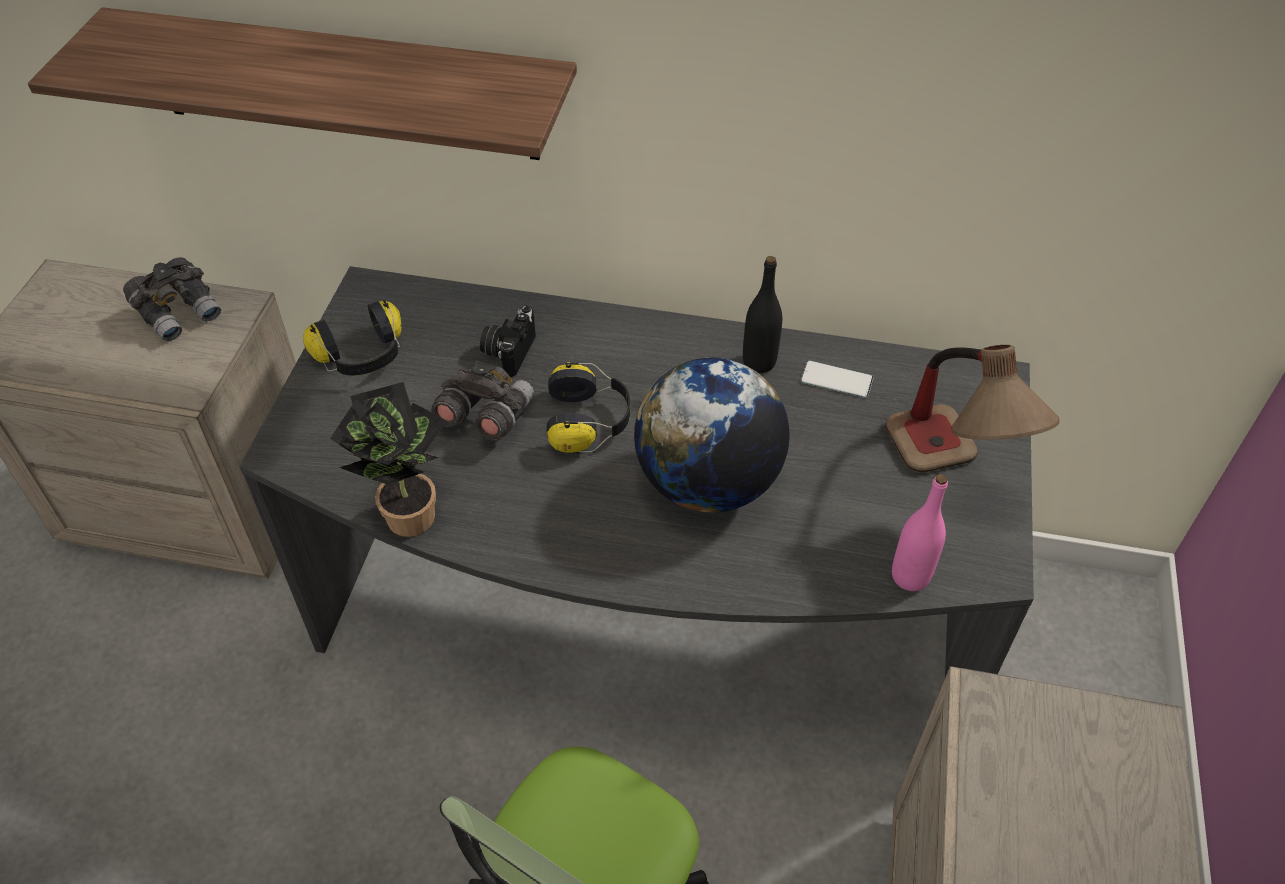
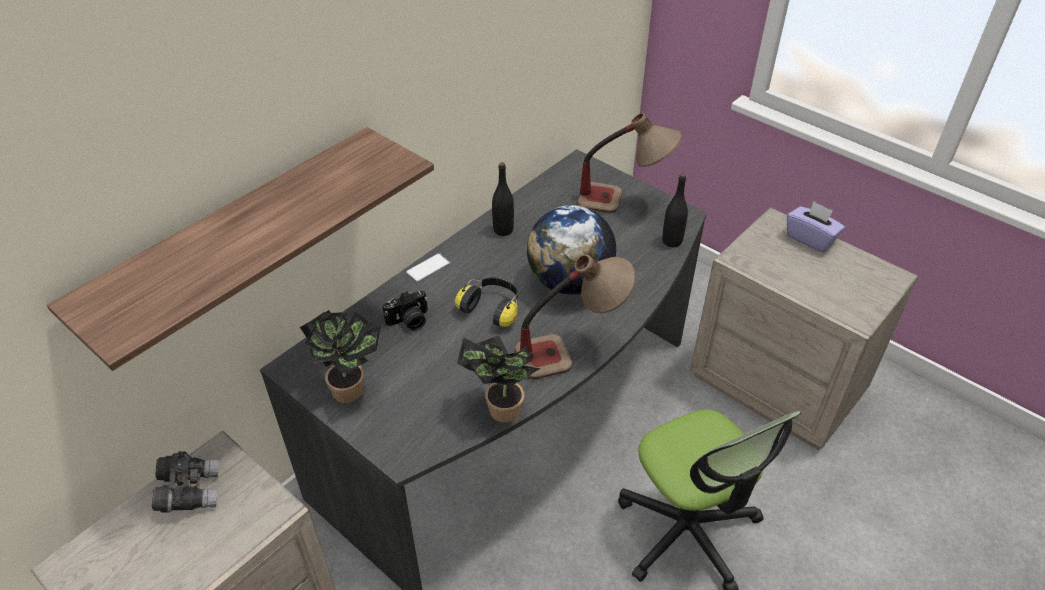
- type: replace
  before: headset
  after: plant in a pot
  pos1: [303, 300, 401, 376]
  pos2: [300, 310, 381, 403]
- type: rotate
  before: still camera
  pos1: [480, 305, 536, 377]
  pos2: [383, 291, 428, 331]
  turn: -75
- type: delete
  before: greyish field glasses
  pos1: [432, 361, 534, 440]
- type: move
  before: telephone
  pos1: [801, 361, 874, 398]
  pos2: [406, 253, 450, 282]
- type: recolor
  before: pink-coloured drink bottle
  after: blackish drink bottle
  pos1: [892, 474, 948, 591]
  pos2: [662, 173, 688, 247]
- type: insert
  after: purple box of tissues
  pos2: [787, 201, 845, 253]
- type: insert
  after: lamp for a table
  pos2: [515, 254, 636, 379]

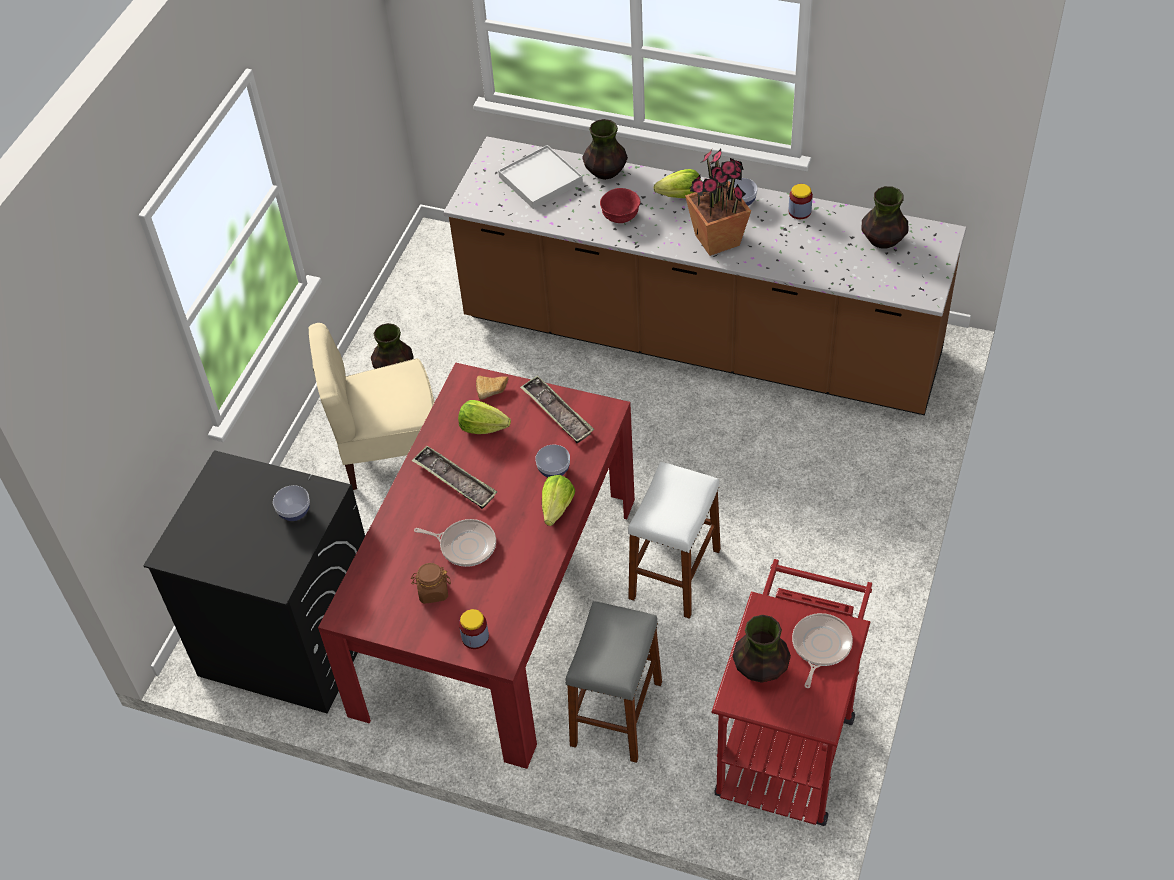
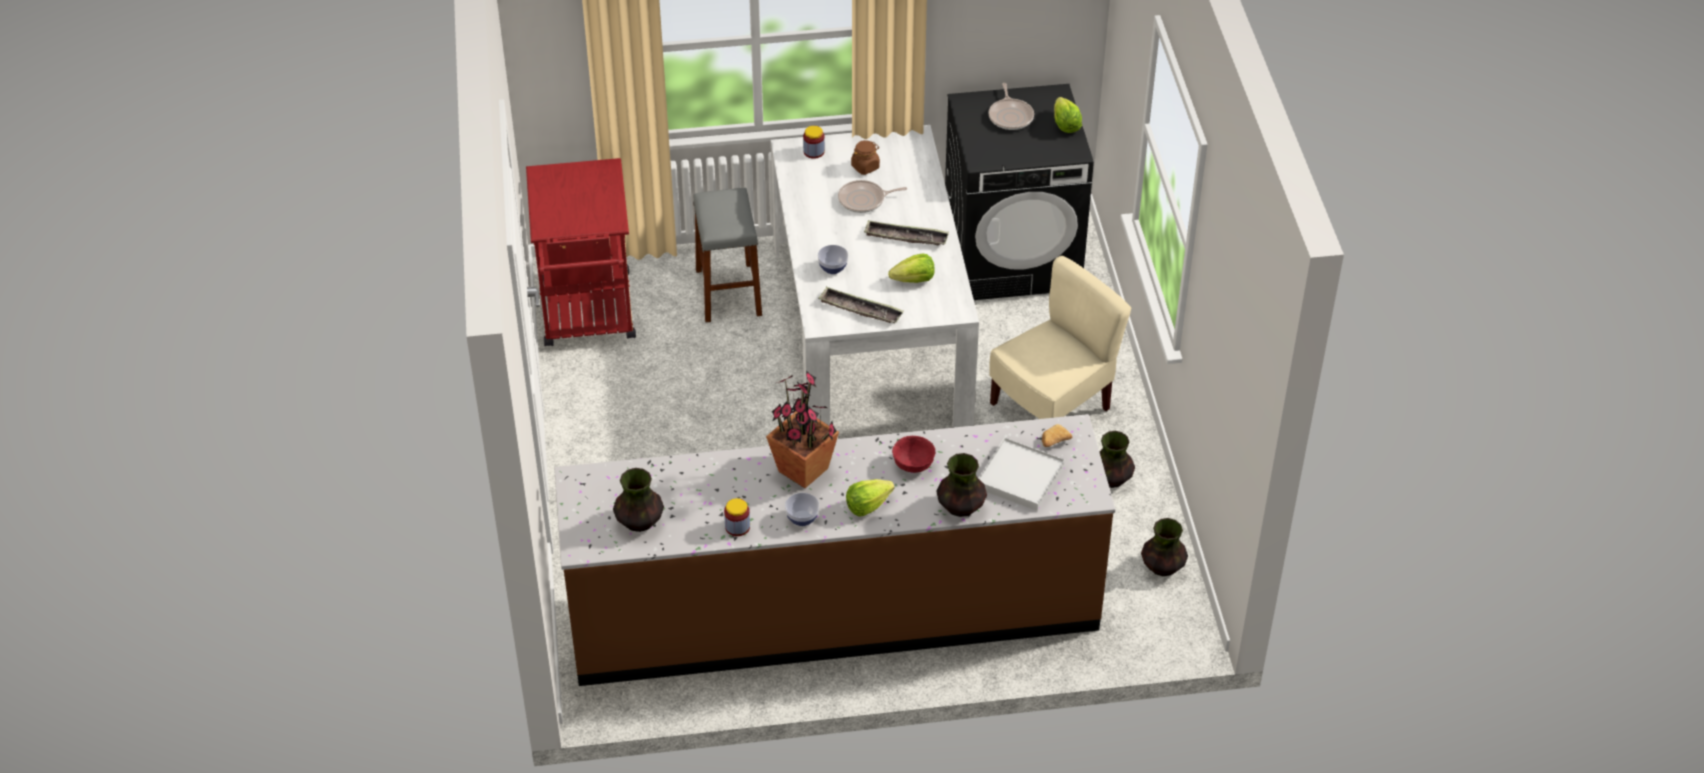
- type: recolor
  before: reddish dining table
  after: whitish dining table
  pos1: [318, 362, 635, 769]
  pos2: [770, 125, 979, 428]
- type: move
  before: bakery bread
  pos1: [476, 376, 508, 400]
  pos2: [1042, 424, 1072, 447]
- type: delete
  before: whitish sitting stool
  pos1: [628, 462, 721, 619]
- type: move
  before: lettuce
  pos1: [542, 475, 575, 526]
  pos2: [1054, 97, 1082, 133]
- type: delete
  before: serving bowl
  pos1: [273, 485, 310, 521]
- type: move
  before: pan
  pos1: [792, 613, 853, 688]
  pos2: [988, 83, 1034, 130]
- type: move
  before: decorative vase
  pos1: [733, 615, 791, 683]
  pos2: [1141, 518, 1188, 576]

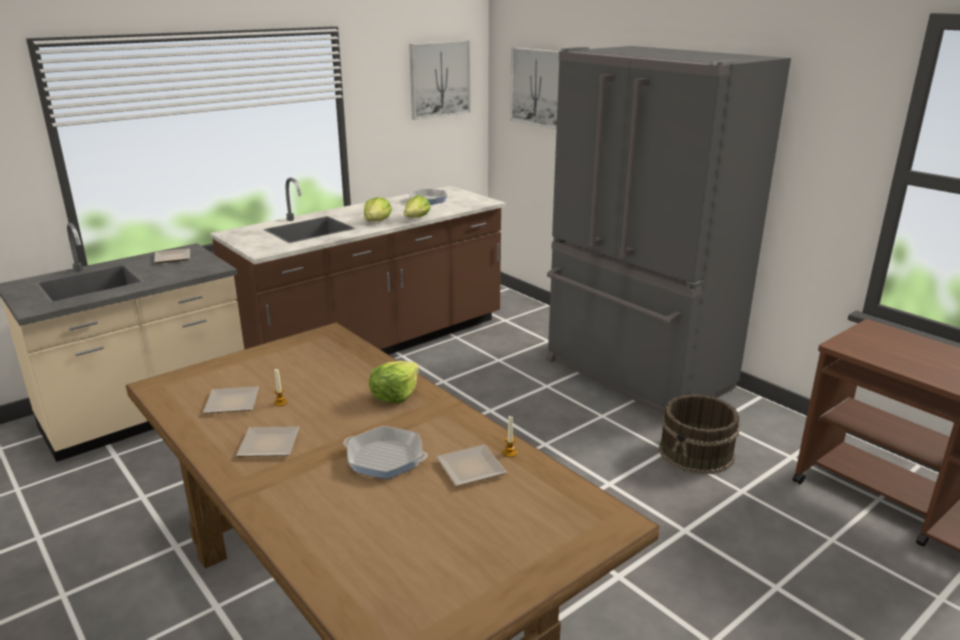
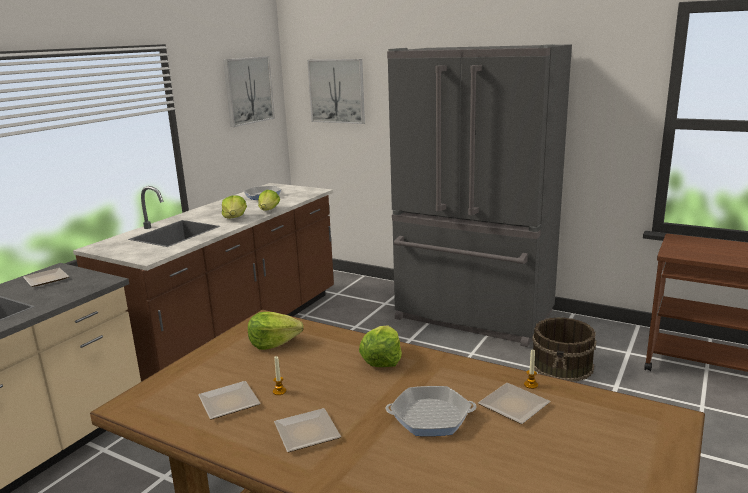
- type: insert
  after: lettuce
  pos2: [248, 312, 304, 350]

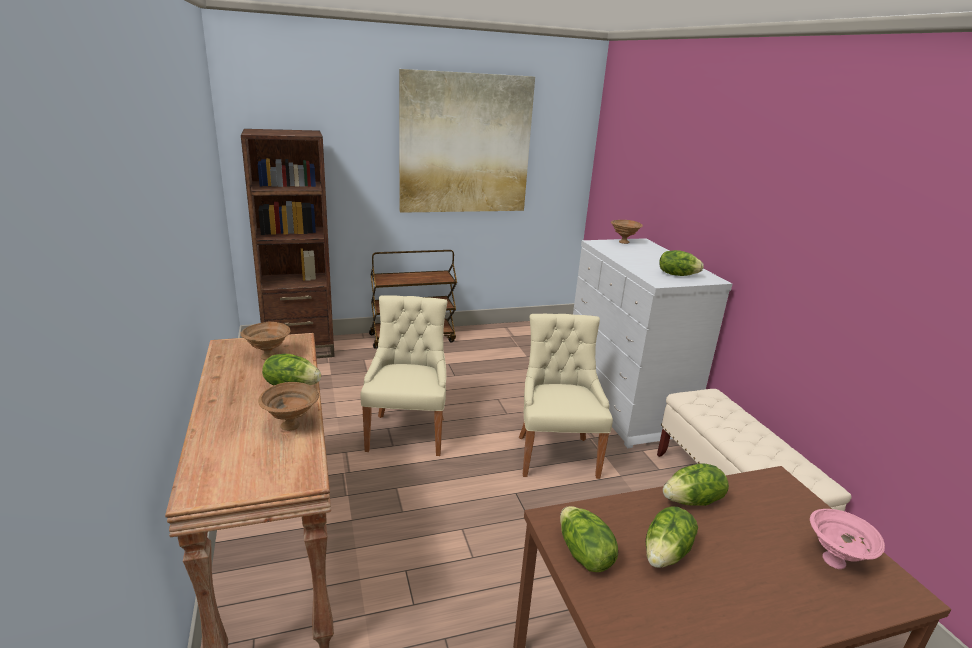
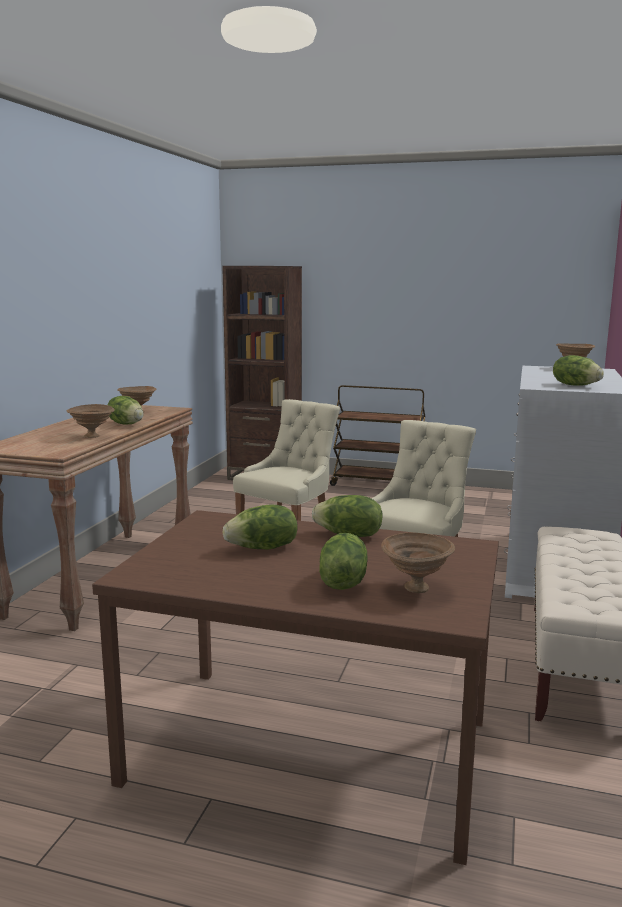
- type: delete
  before: wall art
  pos1: [399, 69, 535, 213]
- type: move
  before: lettuce
  pos1: [560, 506, 618, 572]
  pos2: [319, 533, 368, 590]
- type: recolor
  before: pink-coloured serving bowl
  after: brown serving bowl
  pos1: [810, 509, 885, 569]
  pos2: [381, 532, 455, 593]

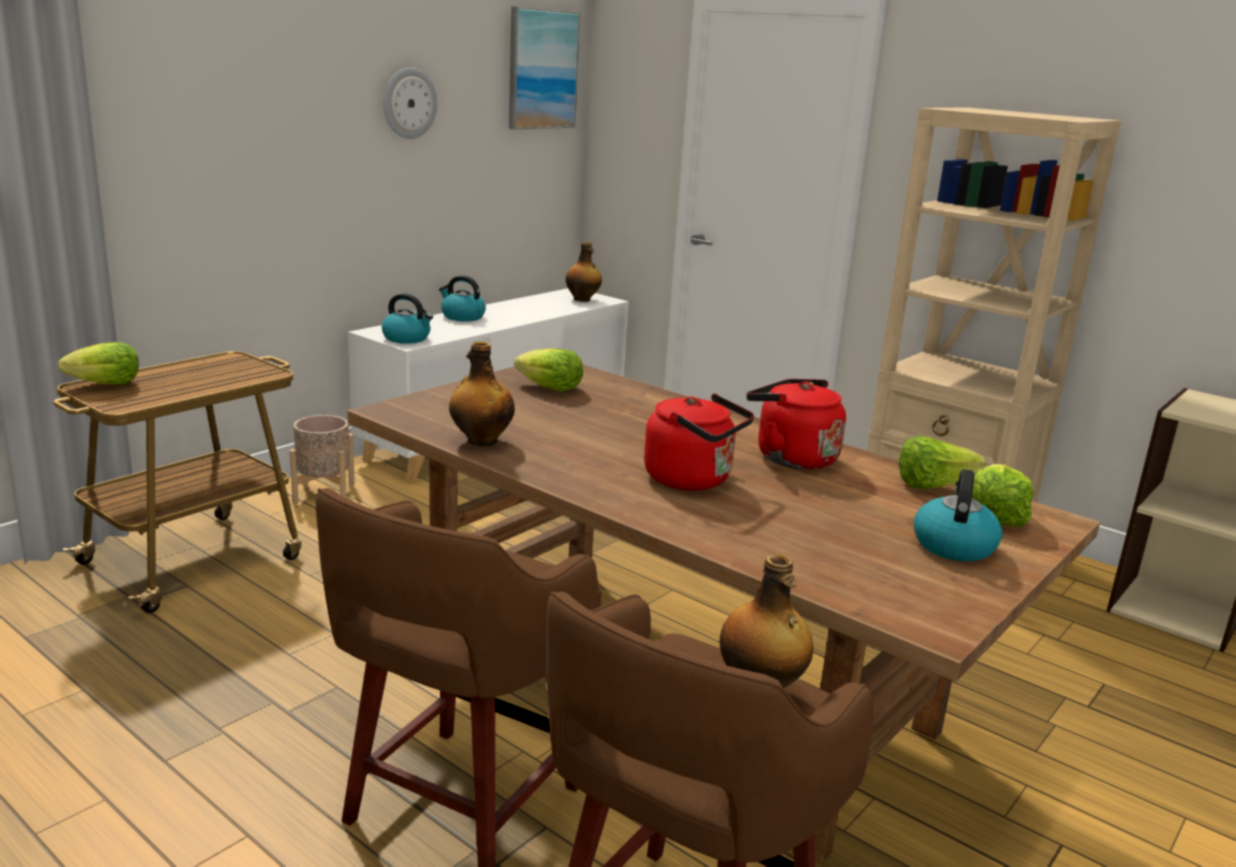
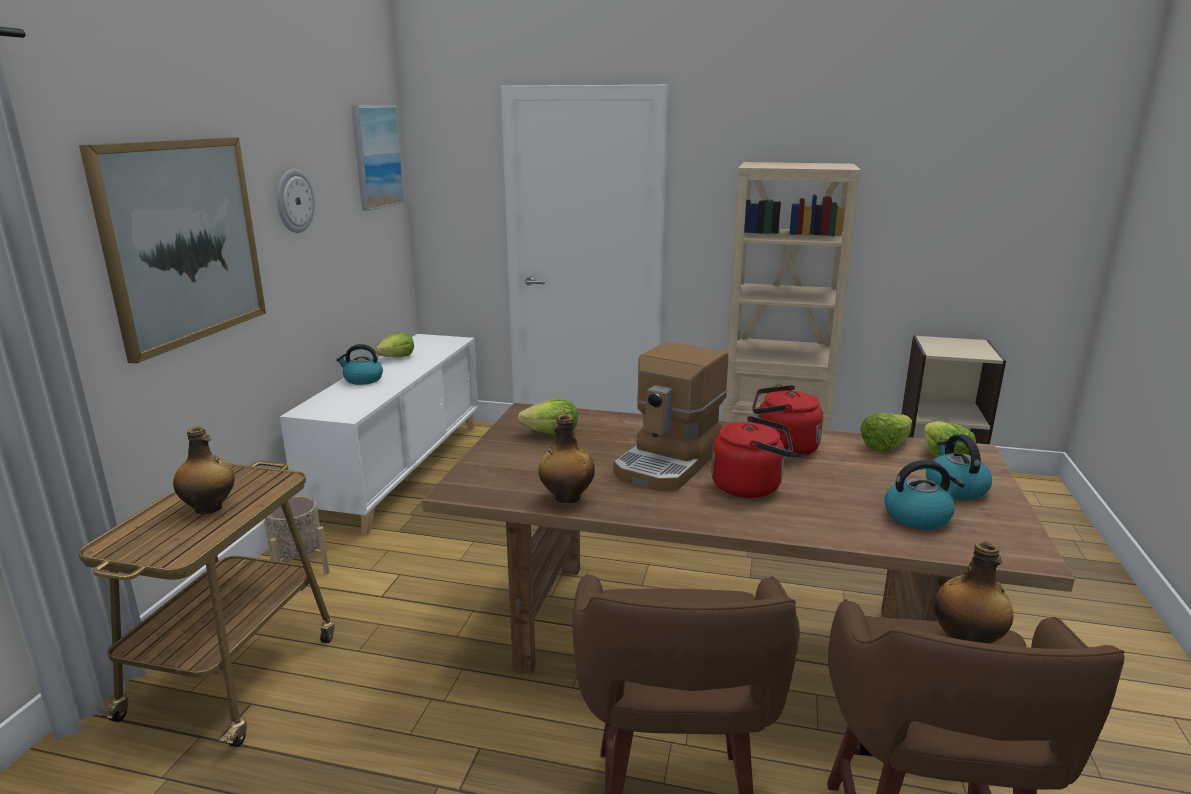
- type: move
  before: drink bottle
  pos1: [566, 242, 602, 302]
  pos2: [173, 426, 235, 514]
- type: move
  before: water kettle
  pos1: [382, 293, 433, 344]
  pos2: [885, 460, 965, 530]
- type: move
  before: lettuce
  pos1: [58, 342, 139, 384]
  pos2: [374, 333, 414, 357]
- type: insert
  after: wall art
  pos2: [79, 137, 266, 364]
- type: insert
  after: coffee maker
  pos2: [614, 342, 728, 491]

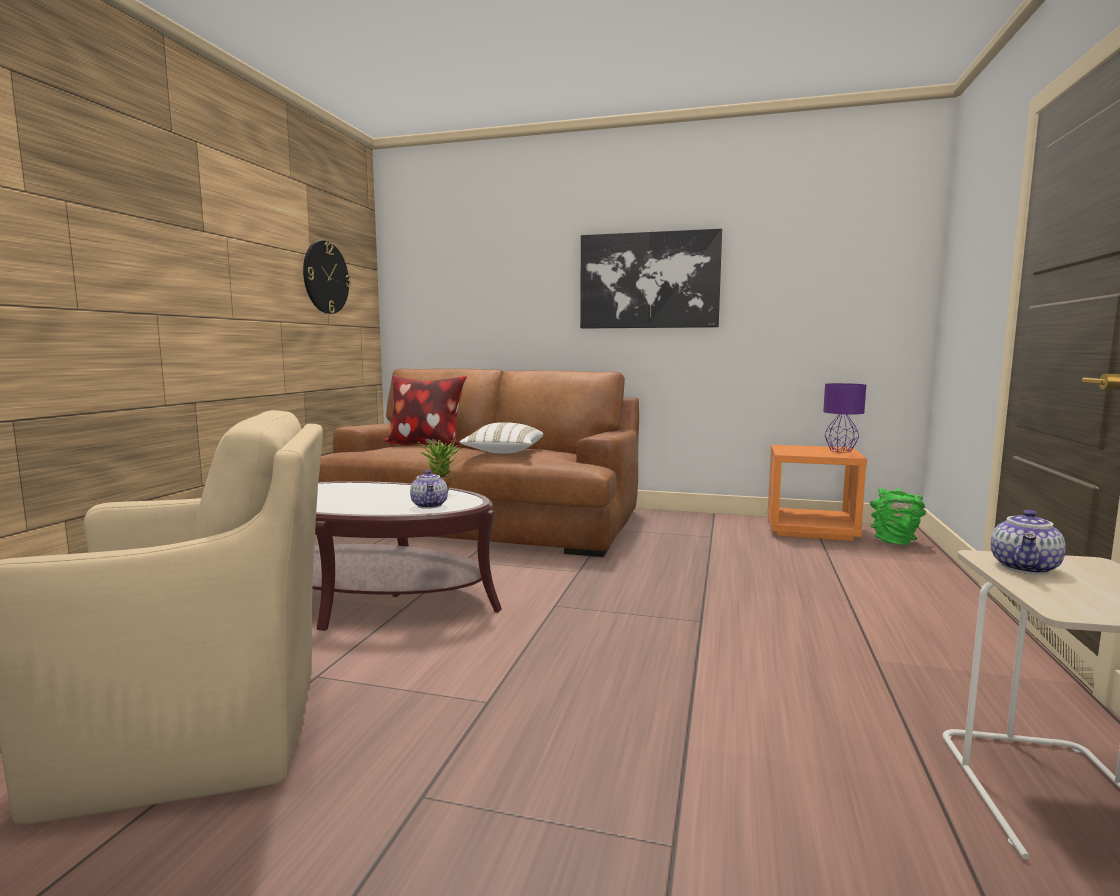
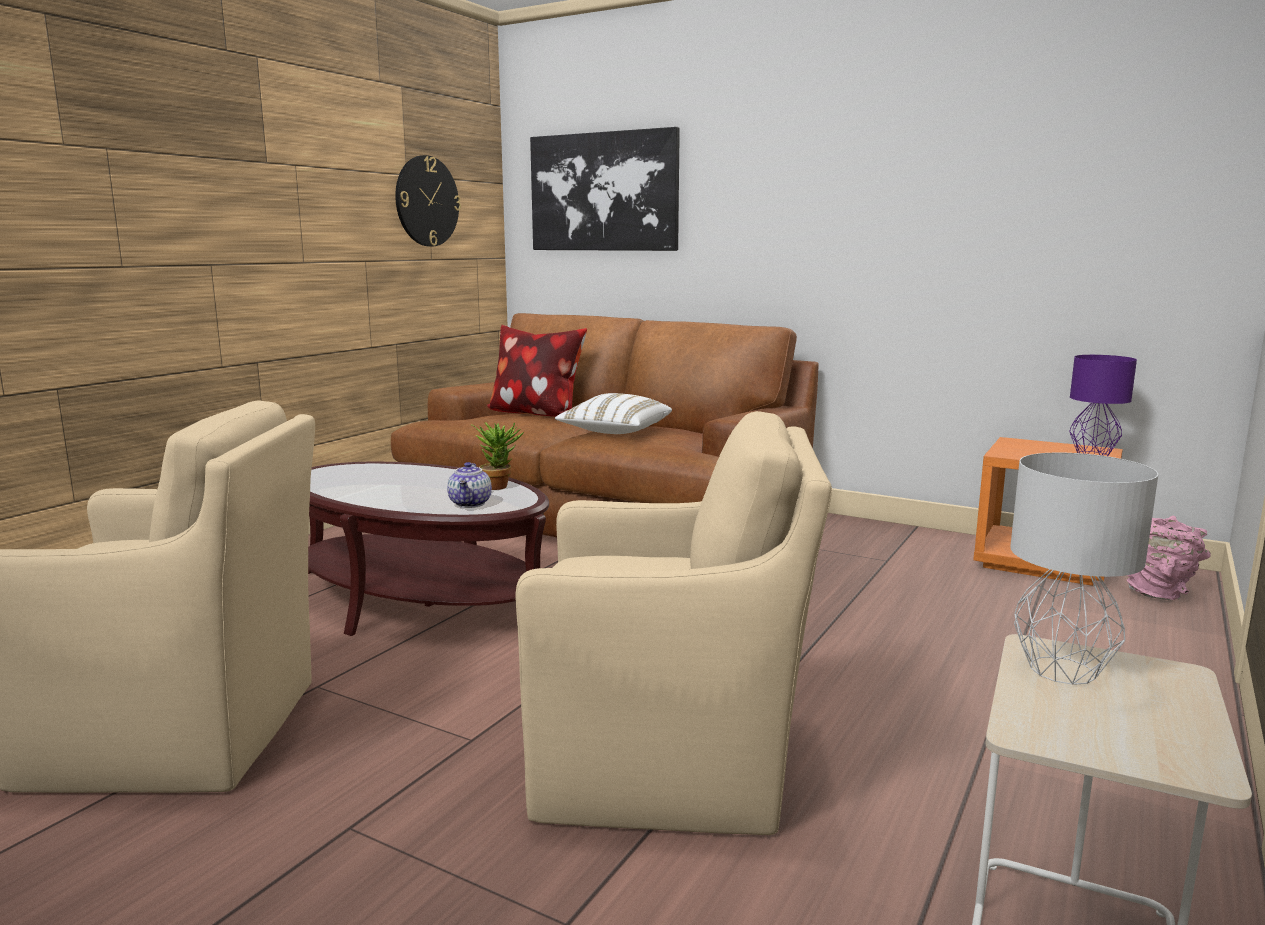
- type: move
  before: wall art
  pos1: [580, 228, 722, 329]
  pos2: [530, 127, 680, 251]
- type: recolor
  before: greenish decorative vase
  after: pink-coloured decorative vase
  pos1: [870, 488, 926, 546]
  pos2: [1127, 516, 1211, 600]
- type: replace
  before: teapot
  after: greyish lamp for a table
  pos1: [991, 510, 1066, 575]
  pos2: [1010, 452, 1158, 685]
- type: insert
  after: beige lounge chair
  pos2: [516, 411, 832, 835]

